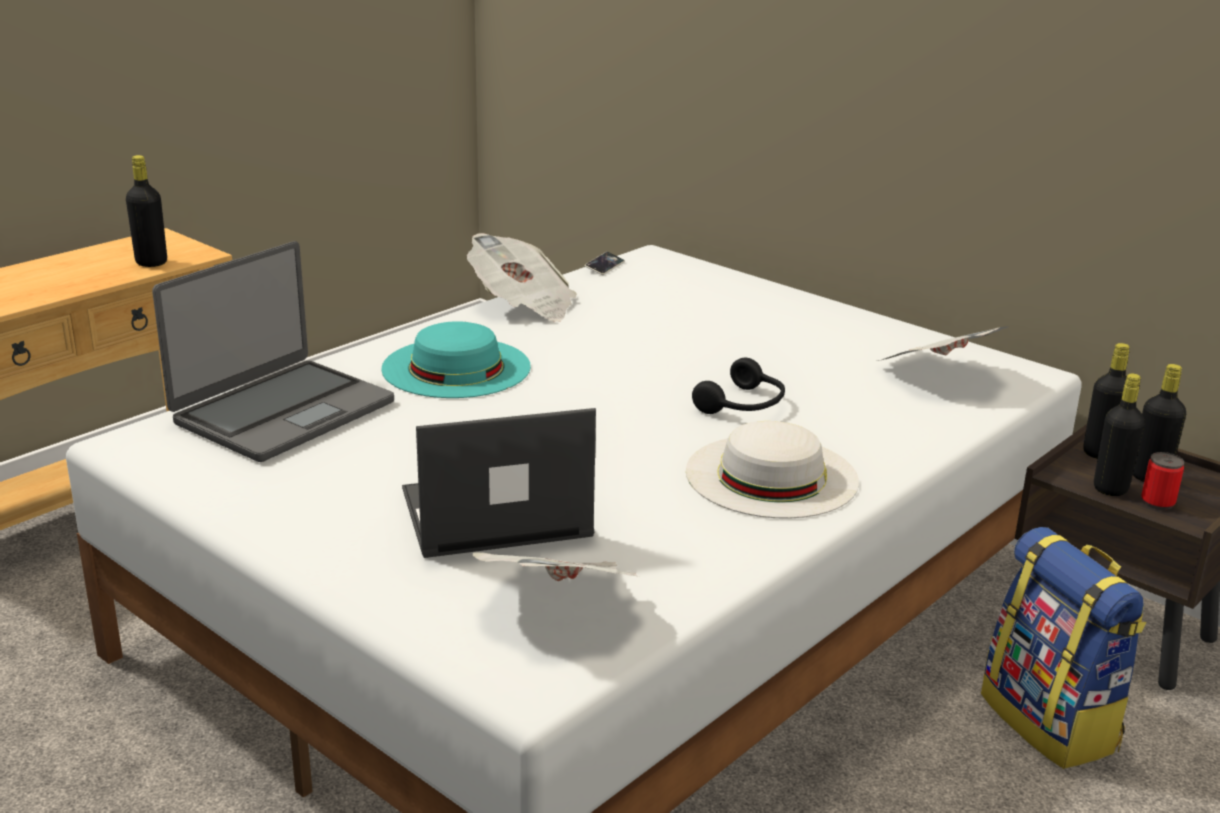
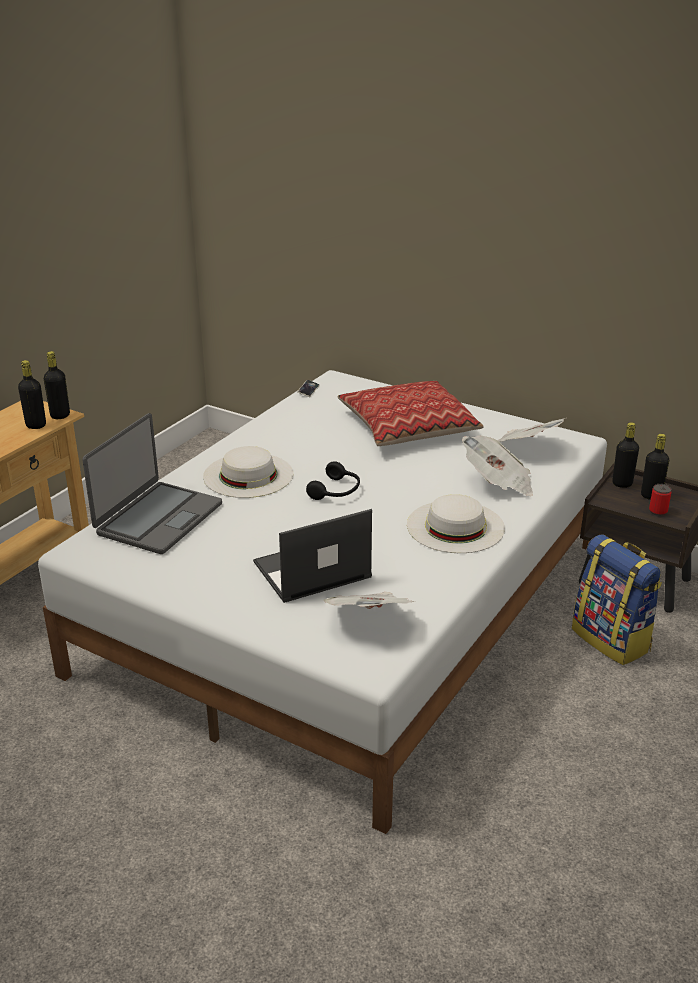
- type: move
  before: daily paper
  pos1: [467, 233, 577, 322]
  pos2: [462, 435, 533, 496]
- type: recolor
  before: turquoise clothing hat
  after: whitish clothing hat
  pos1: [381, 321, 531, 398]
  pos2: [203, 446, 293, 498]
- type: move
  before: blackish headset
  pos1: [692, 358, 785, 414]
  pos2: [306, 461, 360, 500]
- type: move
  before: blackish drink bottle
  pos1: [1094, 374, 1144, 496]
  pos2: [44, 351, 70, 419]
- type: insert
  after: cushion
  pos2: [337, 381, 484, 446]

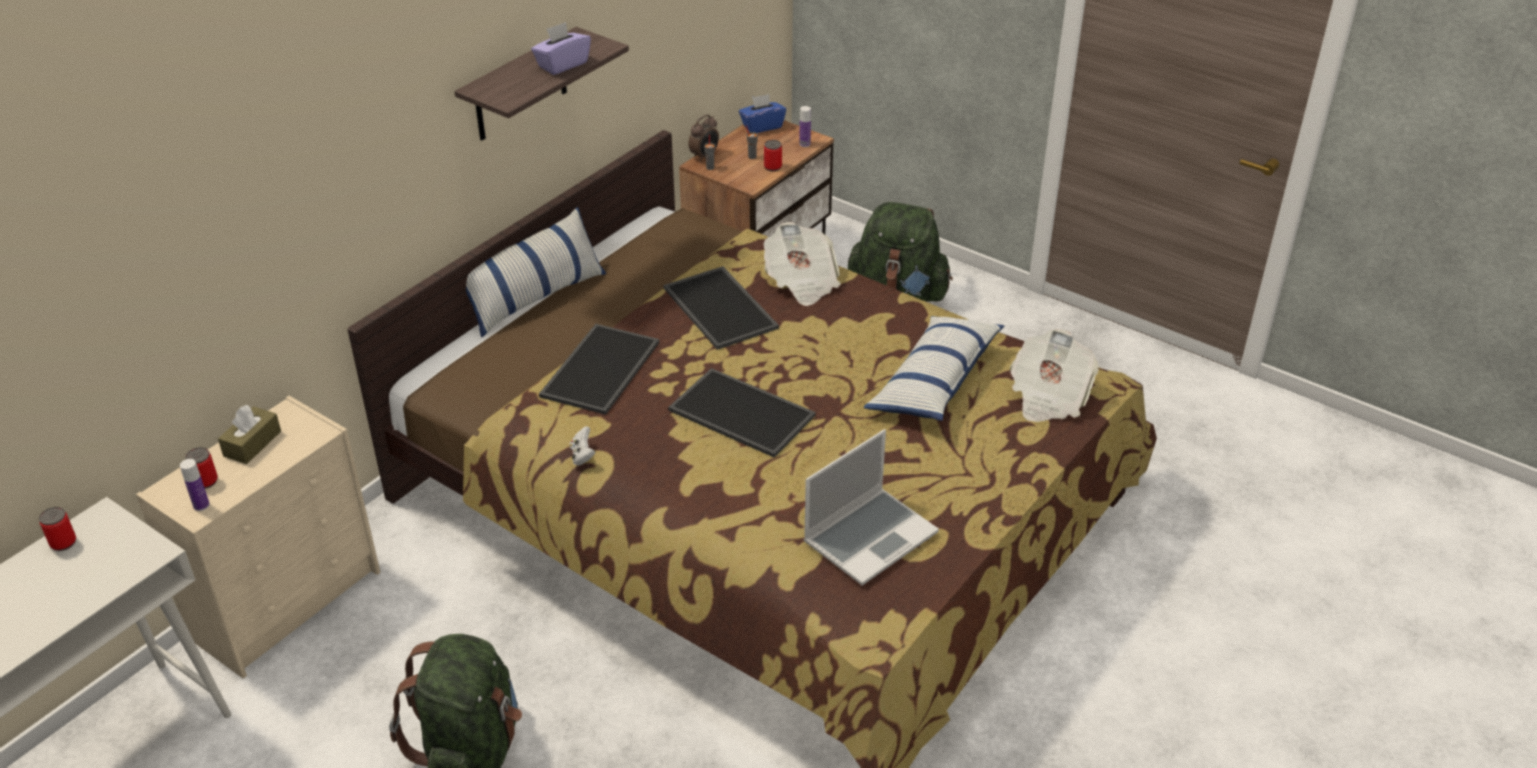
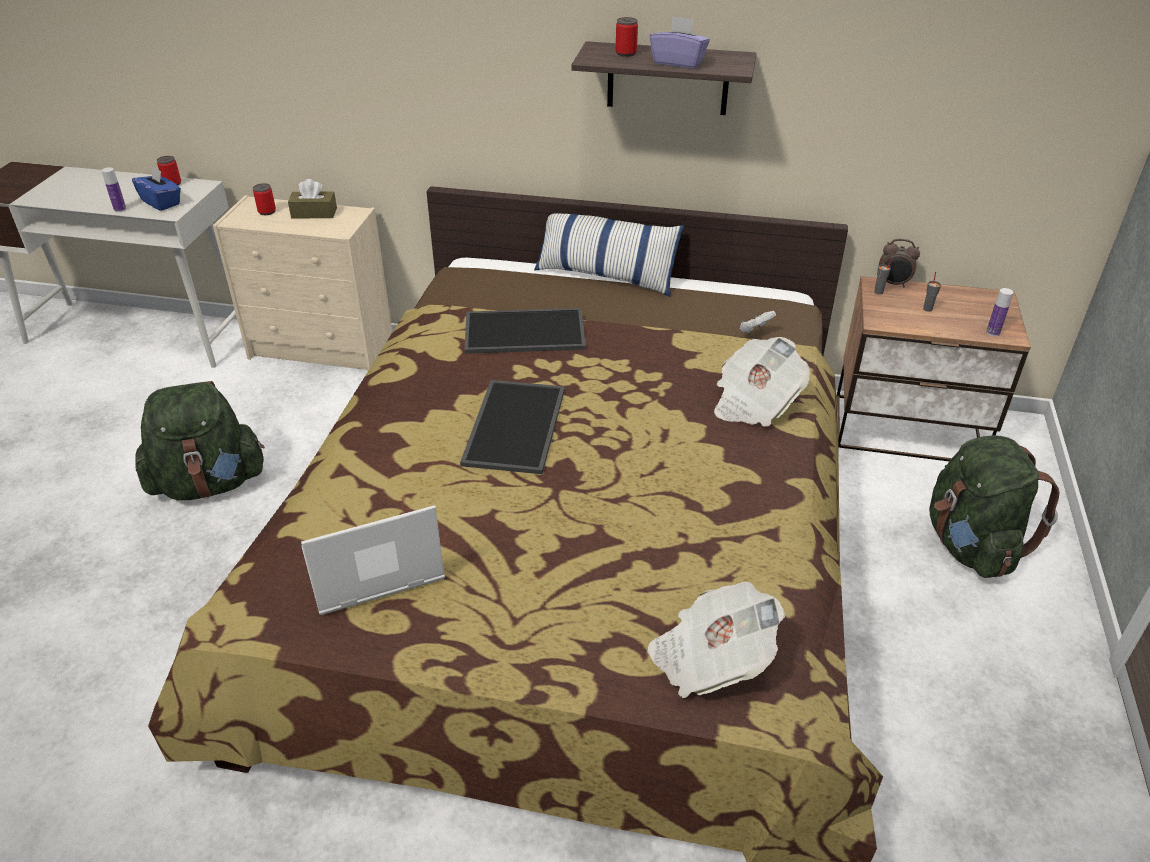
- type: move
  before: blue-coloured box of tissues
  pos1: [739, 94, 786, 133]
  pos2: [132, 166, 181, 211]
- type: move
  before: metal can
  pos1: [764, 140, 782, 171]
  pos2: [616, 17, 638, 57]
- type: delete
  before: tray
  pos1: [663, 266, 779, 350]
- type: delete
  before: cushion
  pos1: [864, 316, 1004, 421]
- type: move
  before: whitish gamepad
  pos1: [570, 426, 595, 466]
  pos2: [740, 311, 776, 333]
- type: rotate
  before: portable computer
  pos1: [804, 429, 939, 586]
  pos2: [301, 505, 445, 615]
  turn: 135
- type: move
  before: drink bottle
  pos1: [180, 459, 210, 511]
  pos2: [101, 167, 127, 212]

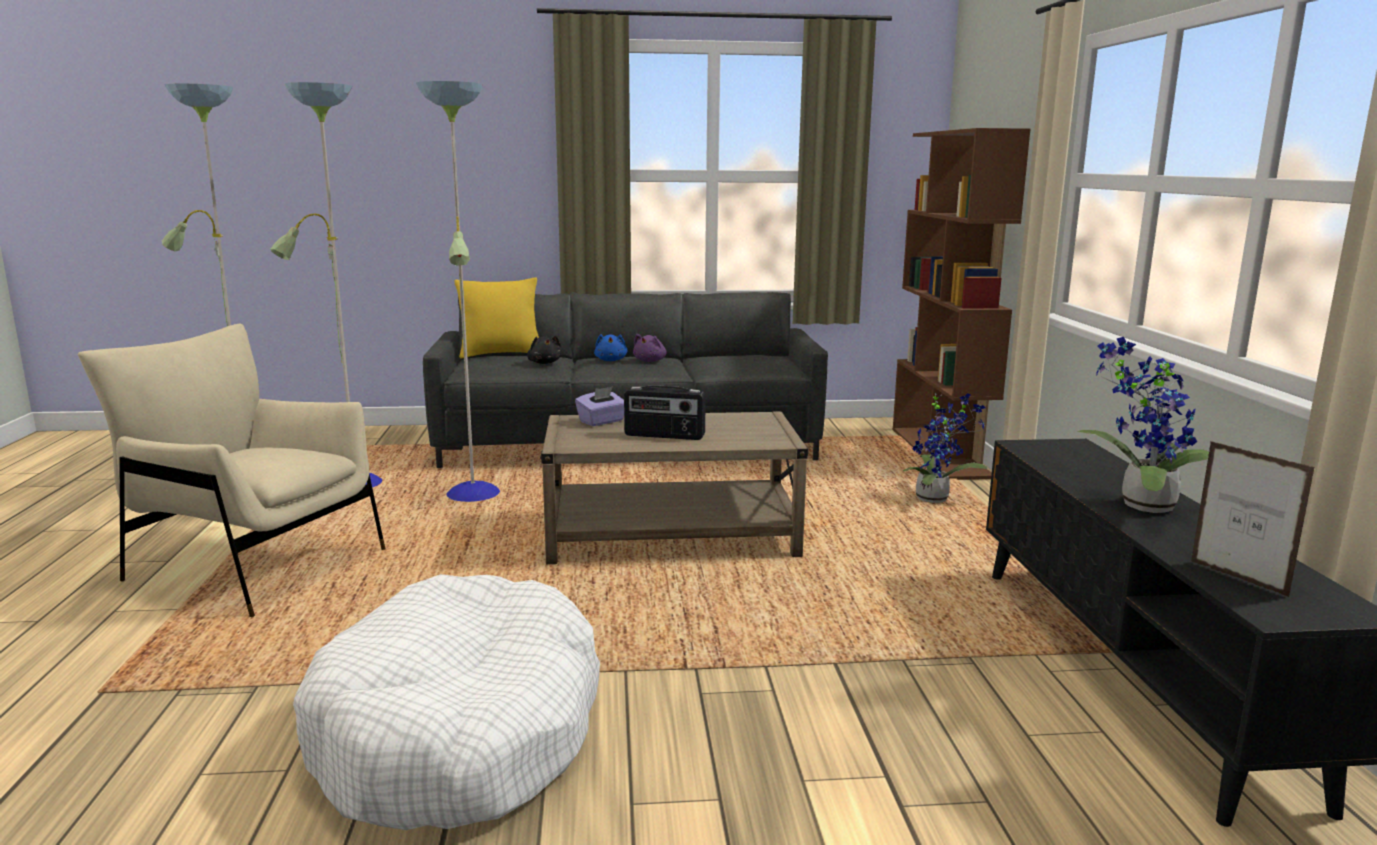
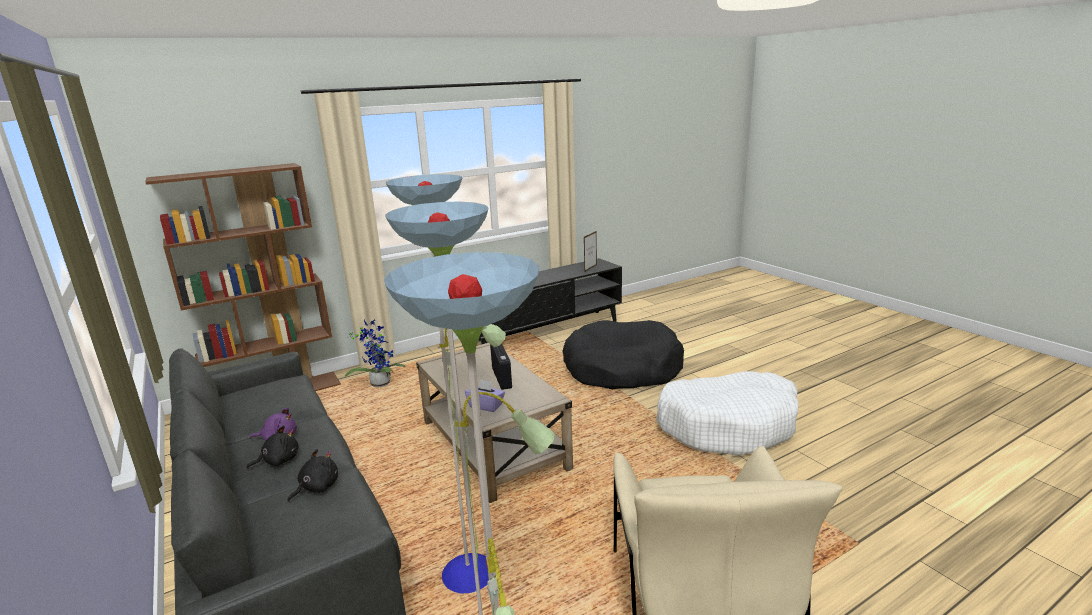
- type: delete
  before: yellow-coloured cushion
  pos1: [455, 277, 539, 359]
- type: recolor
  before: blue-coloured plush toy
  after: blackish plush toy
  pos1: [594, 334, 627, 361]
  pos2: [247, 426, 298, 469]
- type: delete
  before: plant in a pot
  pos1: [1077, 337, 1209, 513]
- type: insert
  after: blackish dog bed
  pos2: [563, 320, 684, 389]

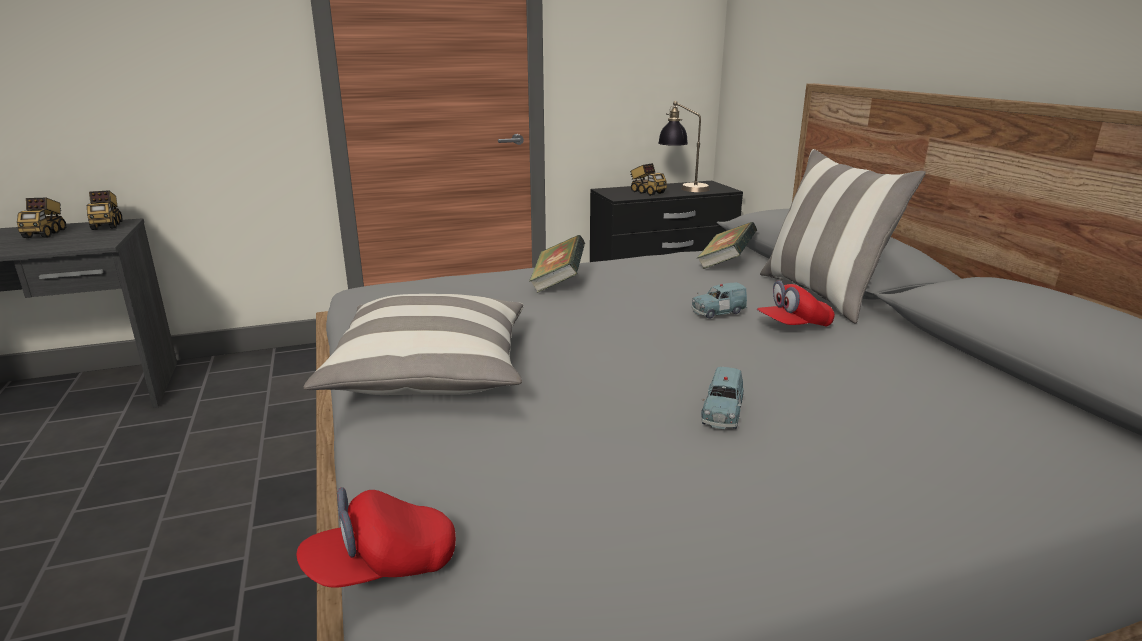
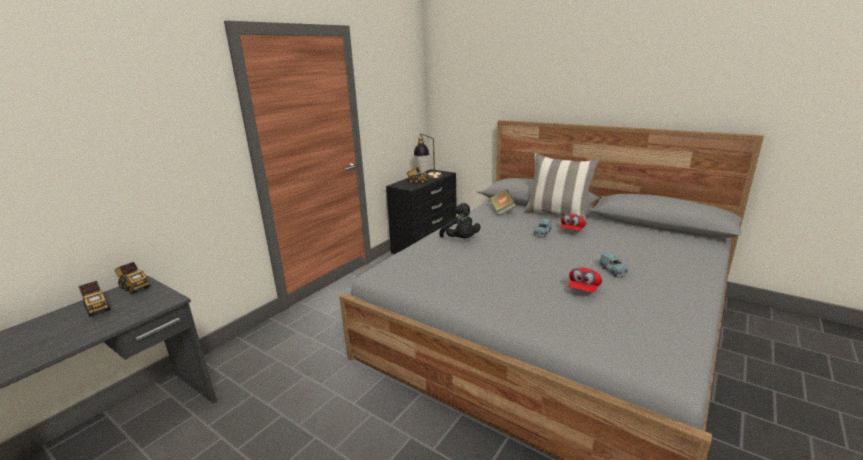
- type: replace
  before: bound book
  after: blackish plush toy
  pos1: [529, 235, 585, 293]
  pos2: [439, 203, 480, 238]
- type: delete
  before: cushion
  pos1: [304, 294, 524, 395]
- type: move
  before: reddish peaked cap
  pos1: [296, 487, 456, 588]
  pos2: [568, 267, 602, 292]

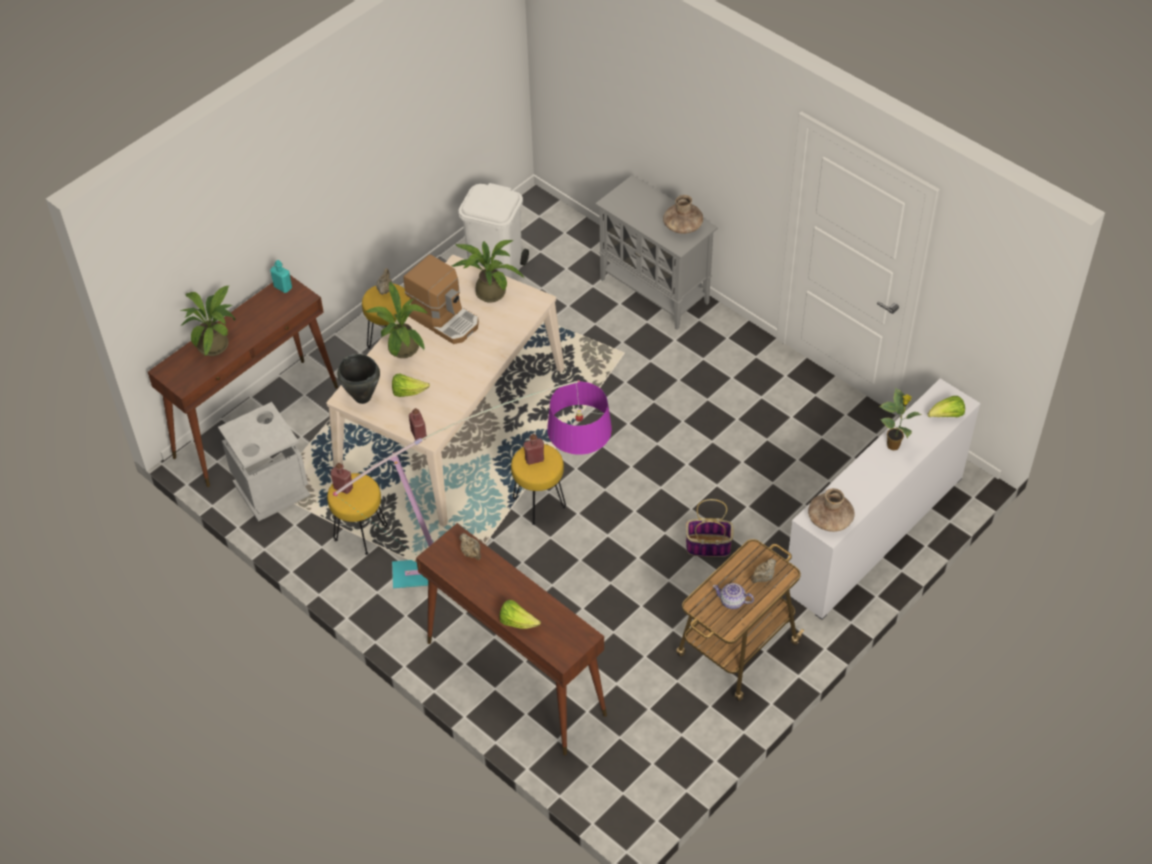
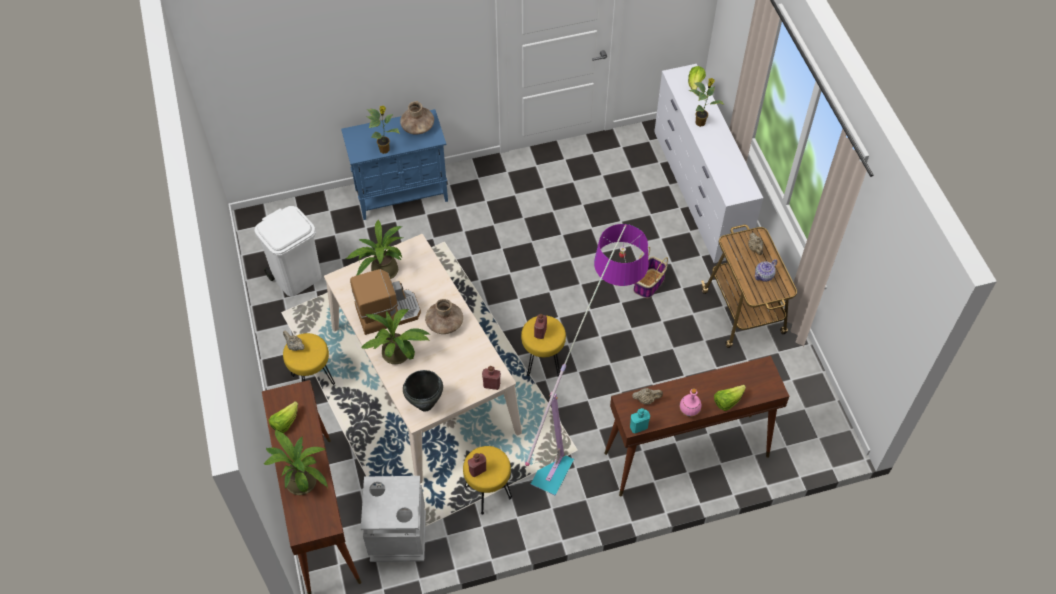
- type: recolor
  before: greyish cabinet
  after: blue-coloured cabinet
  pos1: [595, 175, 718, 330]
  pos2: [341, 109, 448, 220]
- type: move
  before: turquoise drink bottle
  pos1: [270, 260, 292, 293]
  pos2: [630, 408, 650, 434]
- type: move
  before: lettuce
  pos1: [392, 373, 430, 397]
  pos2: [269, 401, 298, 433]
- type: move
  before: brown decorative vase
  pos1: [808, 488, 854, 532]
  pos2: [425, 299, 463, 334]
- type: insert
  after: plant in a pot
  pos2: [366, 106, 399, 154]
- type: insert
  after: pink-coloured drink bottle
  pos2: [679, 388, 701, 417]

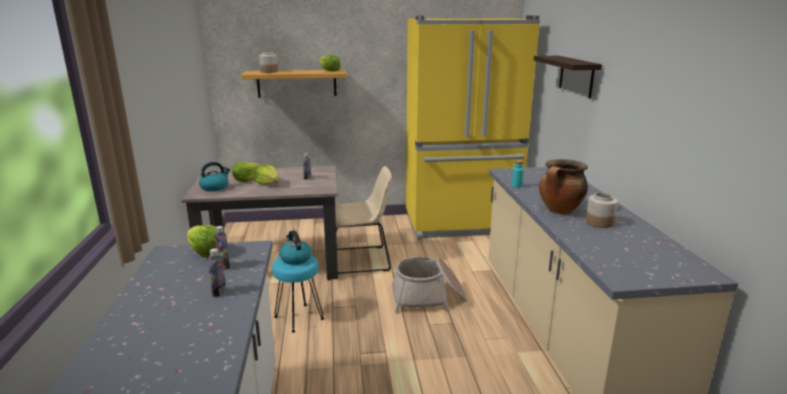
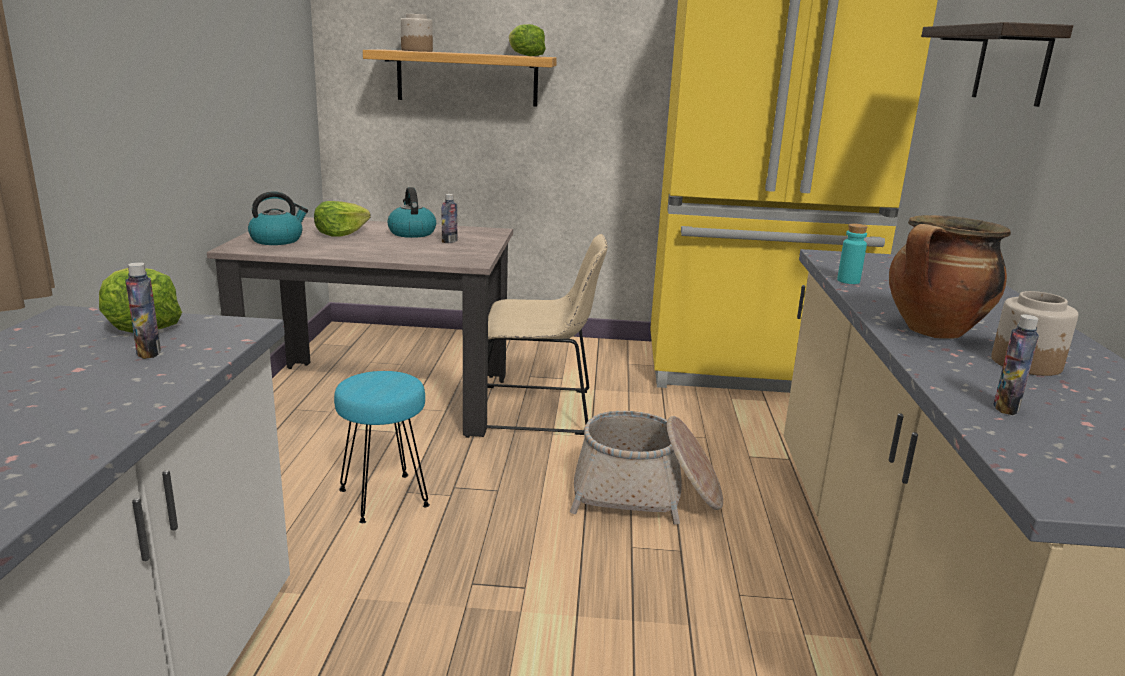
- type: delete
  before: lettuce
  pos1: [256, 164, 279, 185]
- type: move
  before: water kettle
  pos1: [279, 230, 312, 265]
  pos2: [388, 187, 436, 238]
- type: move
  before: drink bottle
  pos1: [208, 248, 226, 297]
  pos2: [994, 315, 1039, 415]

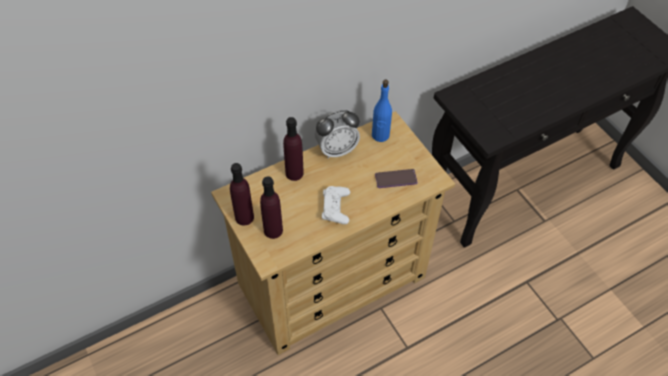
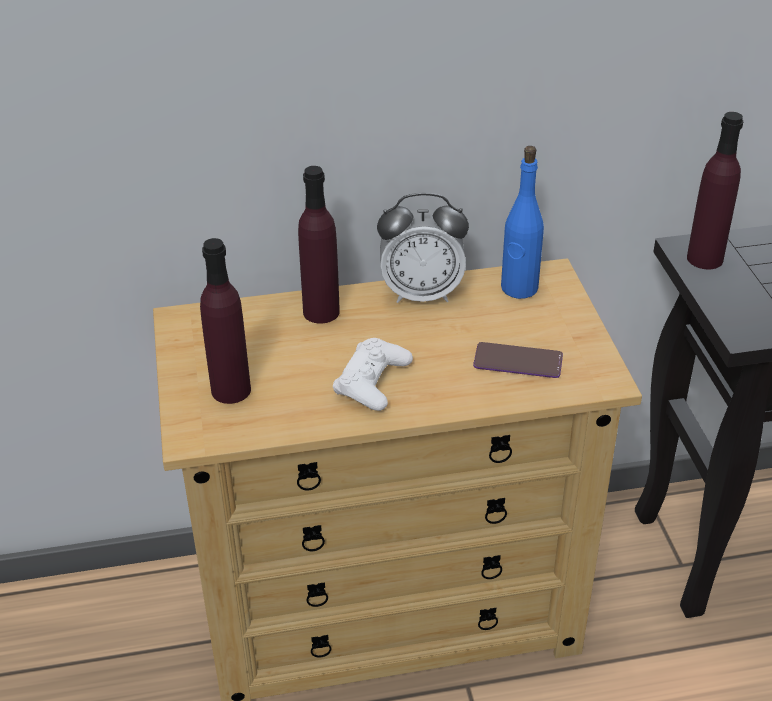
- type: move
  before: purple drink bottle
  pos1: [230, 163, 254, 226]
  pos2: [687, 112, 743, 269]

